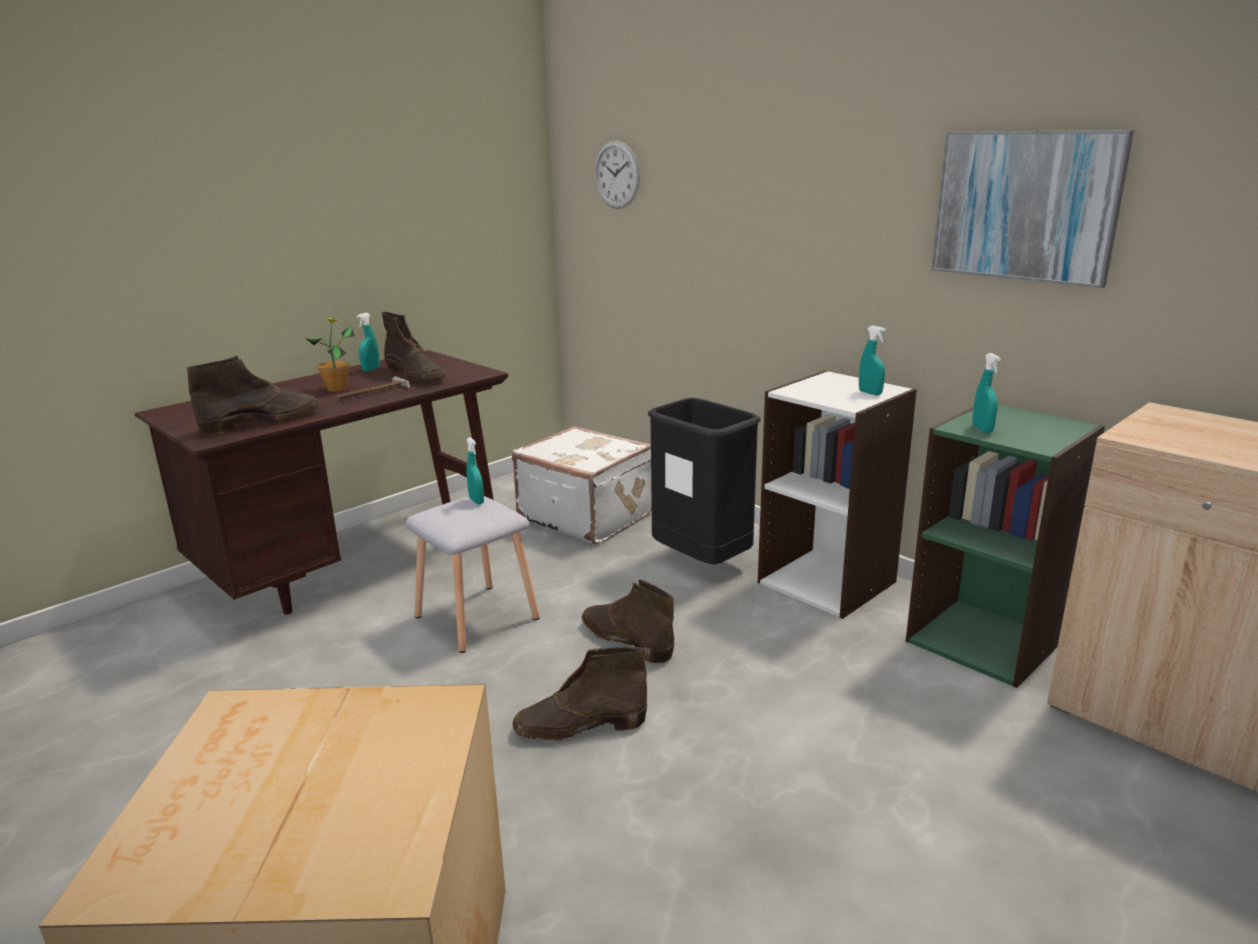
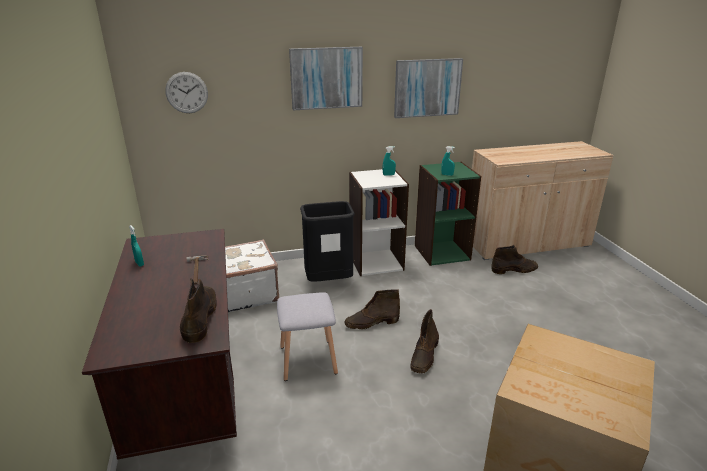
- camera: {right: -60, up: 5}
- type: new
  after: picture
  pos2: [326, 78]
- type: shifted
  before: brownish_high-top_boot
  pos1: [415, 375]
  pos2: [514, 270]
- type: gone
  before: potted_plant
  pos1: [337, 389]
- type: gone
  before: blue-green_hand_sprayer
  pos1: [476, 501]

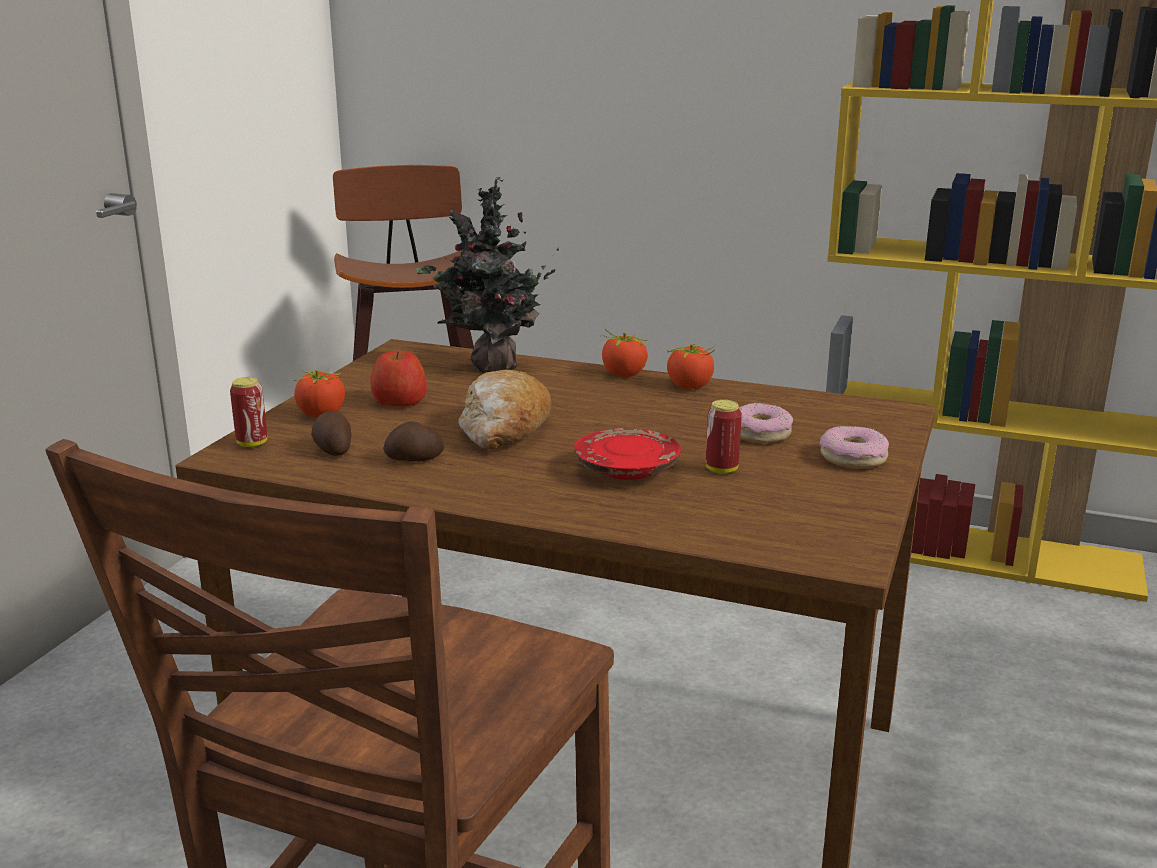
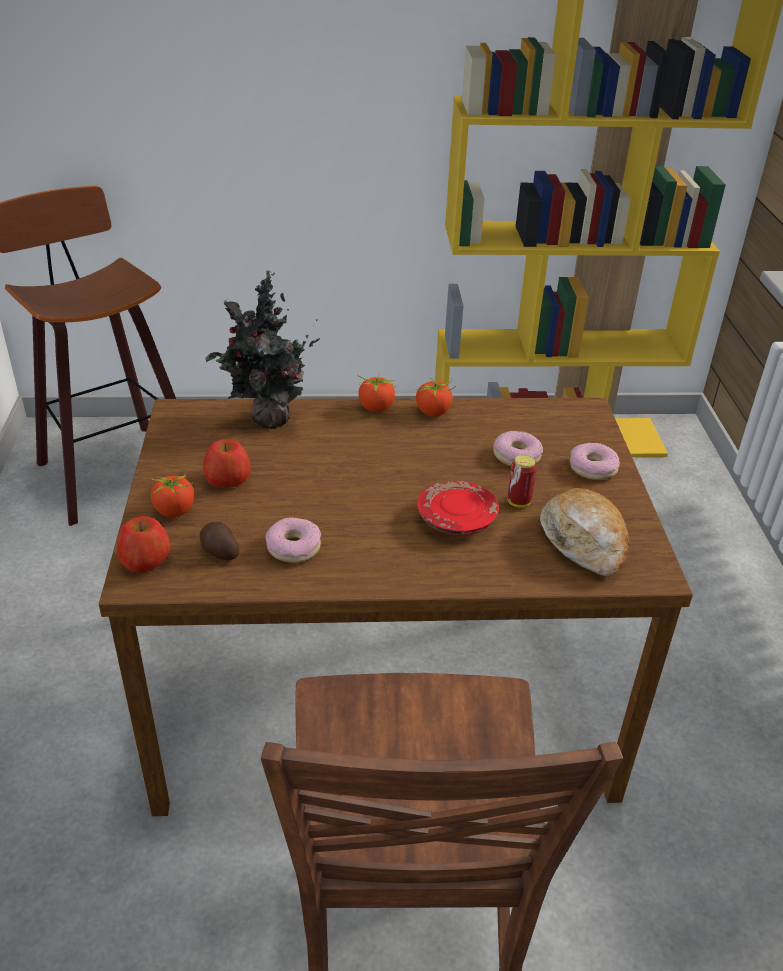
- camera: {right: -25, up: 15}
- type: swapped
  before: sealed_can
  after: apple
  pos1: [252, 443]
  pos2: [145, 561]
- type: swapped
  before: spud
  after: donut
  pos1: [415, 459]
  pos2: [294, 547]
- type: shifted
  before: bakery_bread
  pos1: [504, 429]
  pos2: [584, 542]

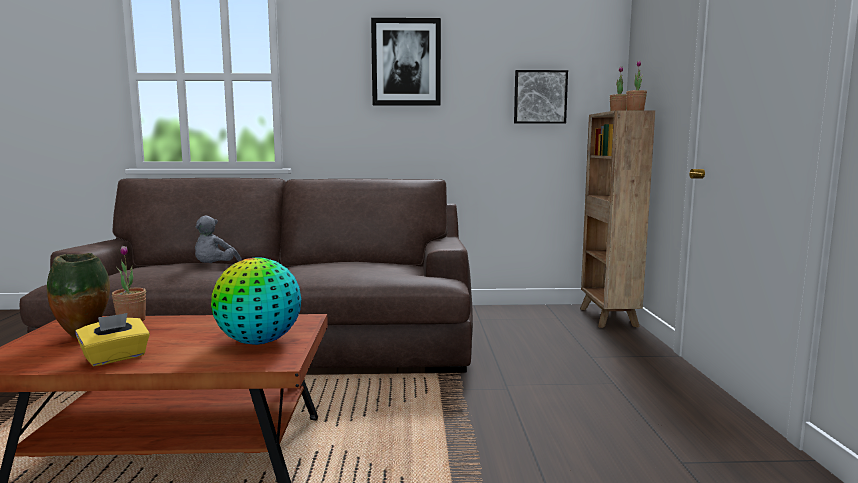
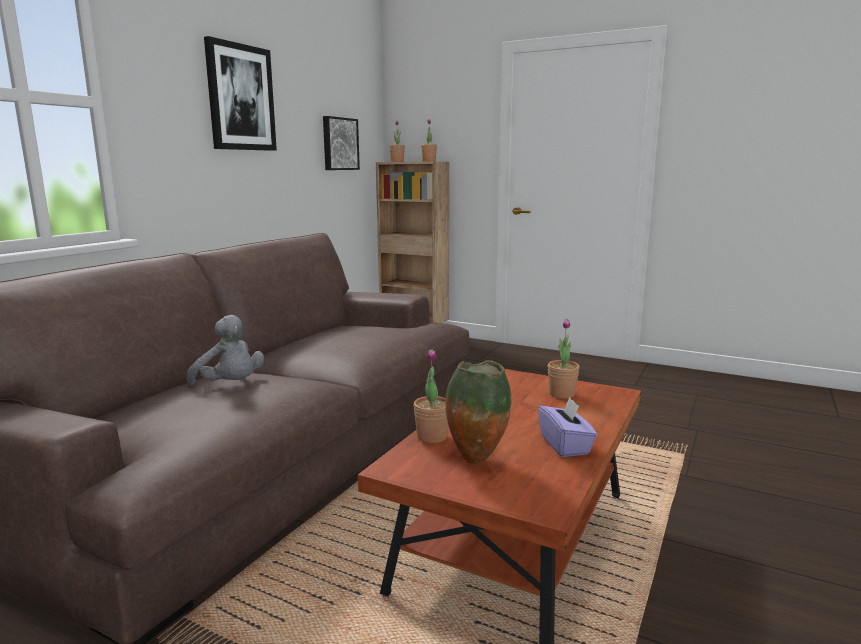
- camera: {right: -60, up: 5}
- type: repainted
  before: yellow_box_of_tissues
  after: purple-coloured_box_of_tissues
  pos1: [115, 358]
  pos2: [565, 445]
- type: swapped
  before: desk_globe
  after: potted_plant
  pos1: [259, 342]
  pos2: [562, 394]

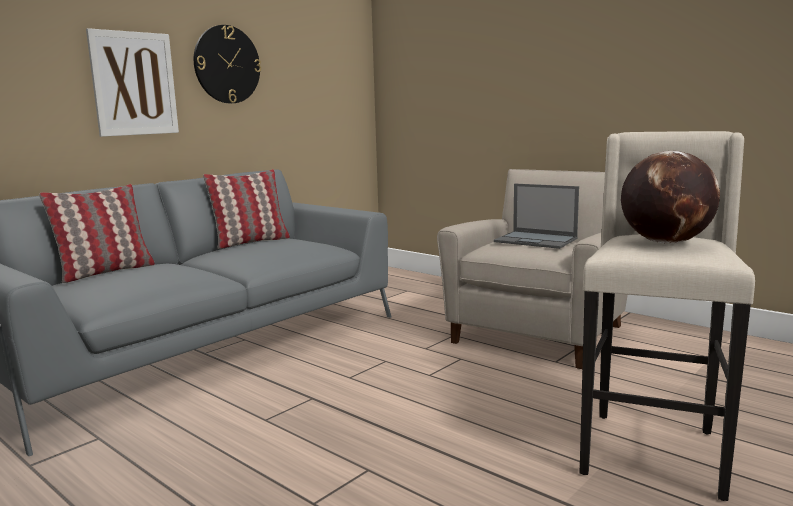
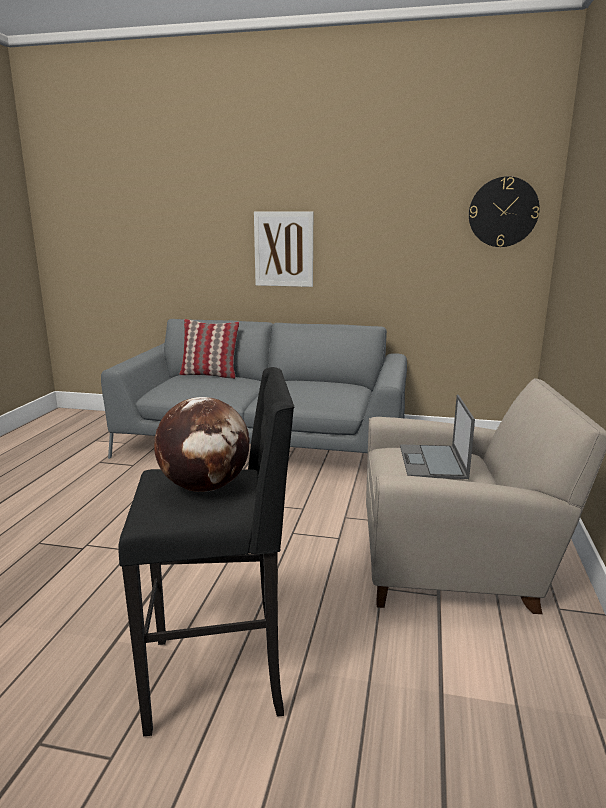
- camera: {right: 60, up: 5}
- type: repainted
  before: beige_sitting_stool
  after: black-coloured_sitting_stool
  pos1: [651, 451]
  pos2: [220, 678]
- type: shifted
  before: clock_on_the_wall
  pos1: [227, 64]
  pos2: [503, 212]
- type: gone
  before: cushion
  pos1: [250, 242]

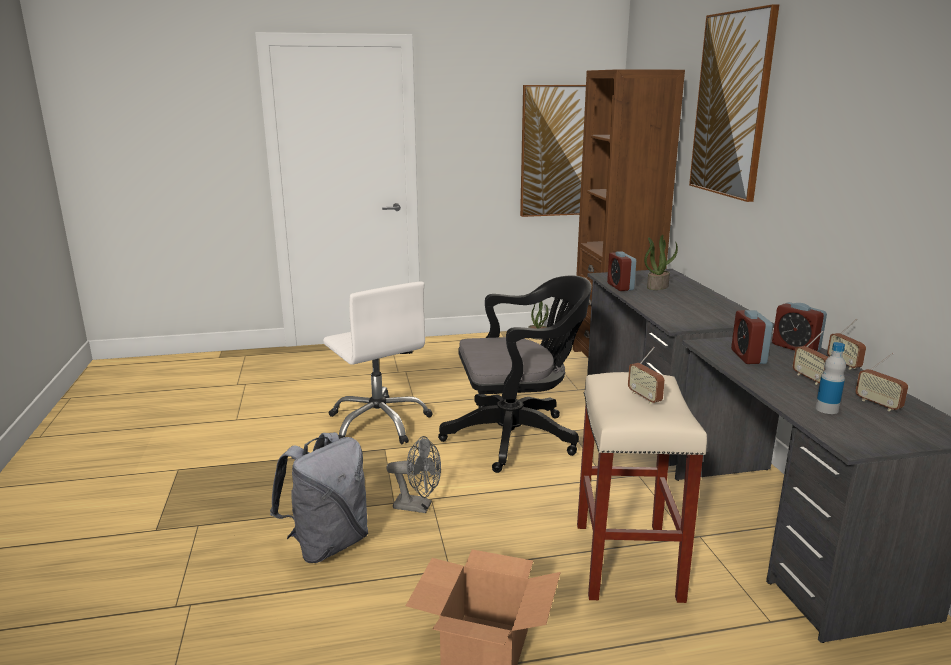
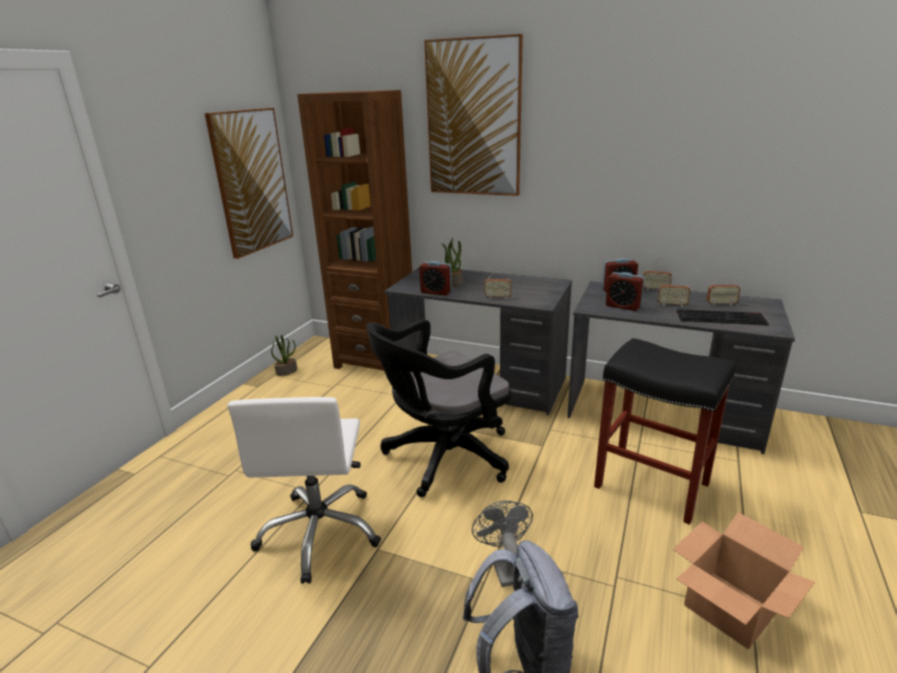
- camera: {right: -55, up: 5}
- type: rotated
  before: whitish_desk_chair
  pos1: [379, 423]
  pos2: [320, 532]
  turn: 90
- type: rotated
  before: black-coloured_desk_chair
  pos1: [517, 437]
  pos2: [442, 458]
  turn: -150
- type: rotated
  before: greyish_fan
  pos1: [418, 506]
  pos2: [503, 566]
  turn: -60
- type: shifted
  before: radio_receiver
  pos1: [644, 397]
  pos2: [498, 297]
- type: repainted
  before: beige_sitting_stool
  after: black-coloured_sitting_stool
  pos1: [626, 559]
  pos2: [649, 485]
- type: swapped
  before: bottle
  after: PC_keyboard
  pos1: [826, 409]
  pos2: [721, 317]

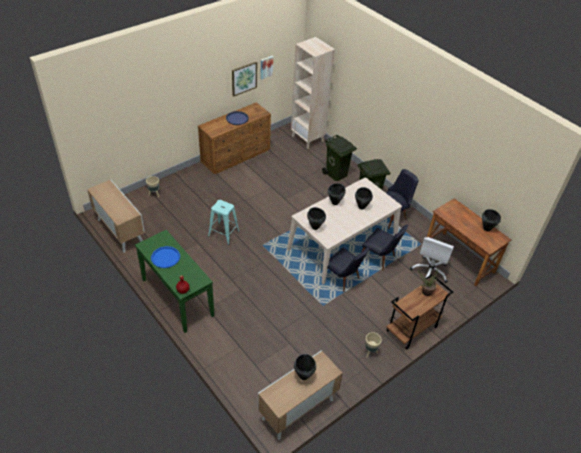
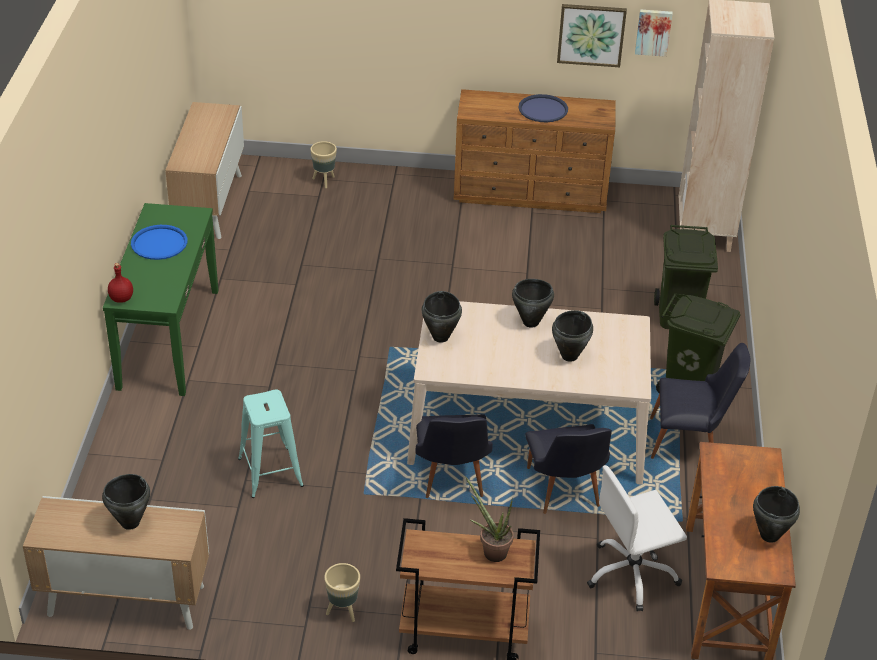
- camera: {right: 45, up: -5}
- type: shifted
  before: blue-green_sitting_stool
  pos1: [223, 233]
  pos2: [270, 472]

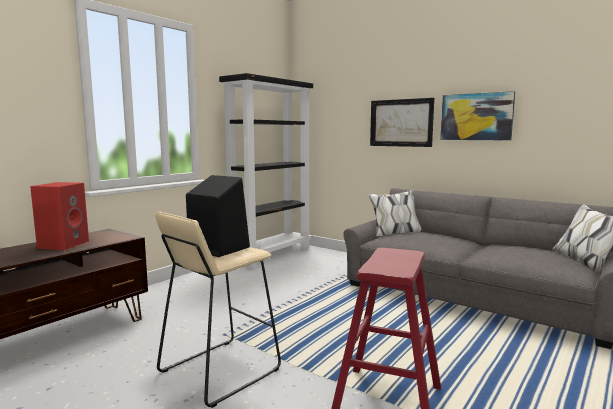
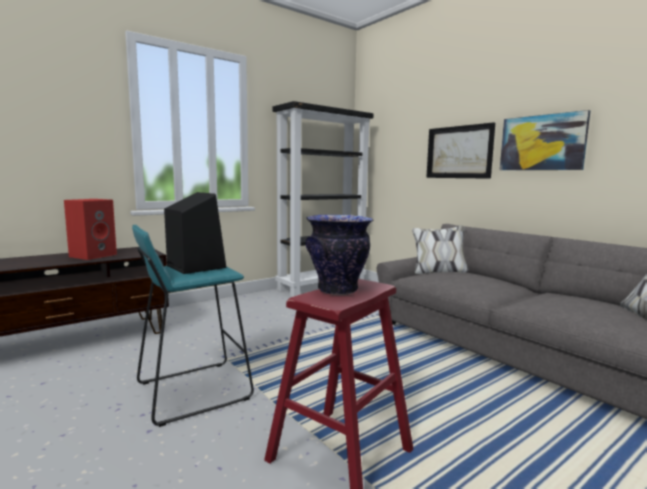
- camera: {right: 15, up: 0}
- type: repainted
  before: beige_sitting_stool
  after: blue-green_sitting_stool
  pos1: [218, 371]
  pos2: [192, 391]
- type: new
  after: vase
  pos2: [338, 290]

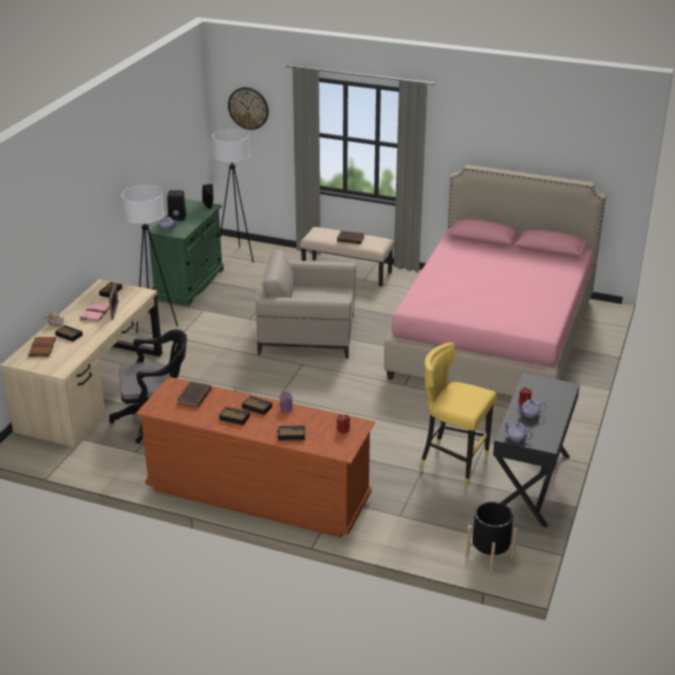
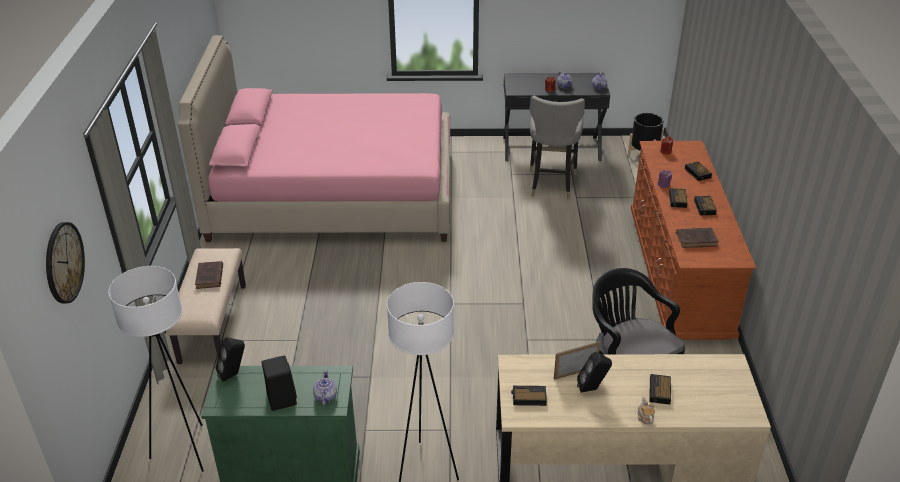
- camera: {right: -110, up: 5}
- type: repainted
  before: yellow_sitting_stool
  after: greyish_sitting_stool
  pos1: [453, 462]
  pos2: [551, 184]
- type: swapped
  before: pinkish_book
  after: black-coloured_speaker
  pos1: [95, 313]
  pos2: [592, 389]
- type: gone
  before: brownish_book
  pos1: [42, 348]
- type: gone
  before: beige_lounge_chair
  pos1: [307, 334]

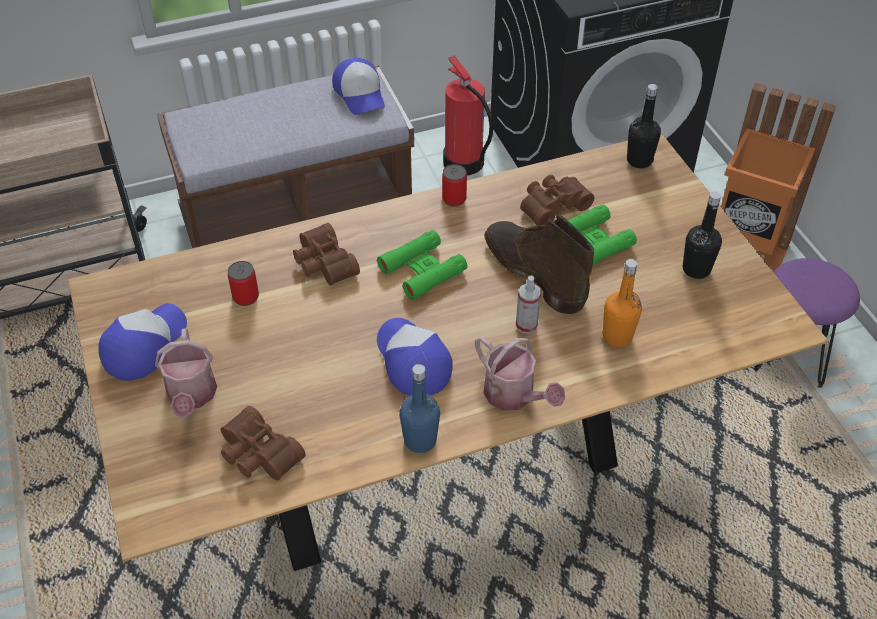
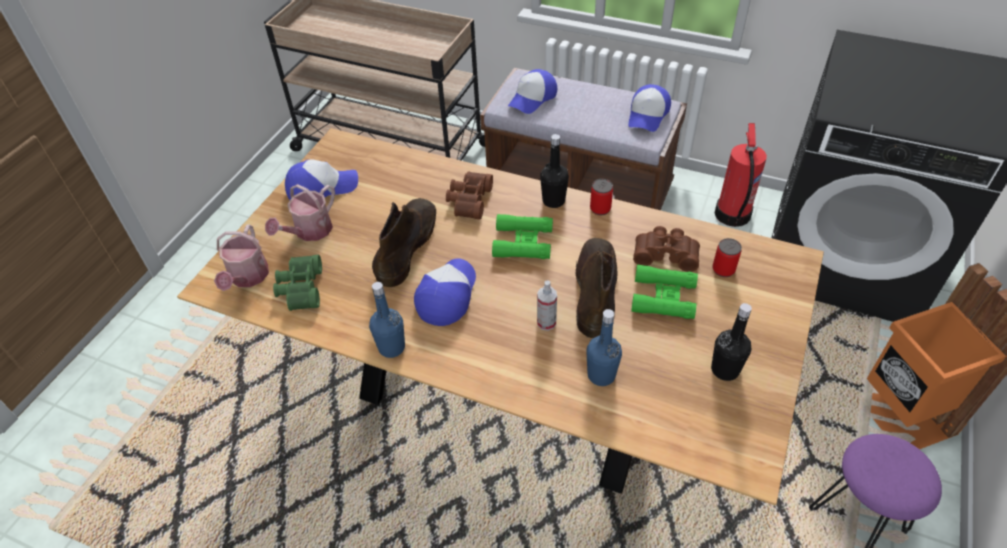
- camera: {right: 45, up: 0}
- type: shifted
  before: sprinkling_can
  pos1: [514, 396]
  pos2: [247, 278]
- type: repainted
  before: brownish_binoculars
  after: greenish_binoculars
  pos1: [257, 455]
  pos2: [300, 289]
- type: new
  after: brownish_high-top_boot
  pos2: [407, 245]
- type: new
  after: peaked_cap
  pos2: [533, 98]
- type: shifted
  before: black-coloured_bottle
  pos1: [639, 160]
  pos2: [553, 201]
- type: repainted
  before: orange-coloured_bottle
  after: blue-coloured_bottle
  pos1: [617, 336]
  pos2: [601, 375]
- type: shifted
  before: sealed_can
  pos1: [246, 297]
  pos2: [723, 269]

